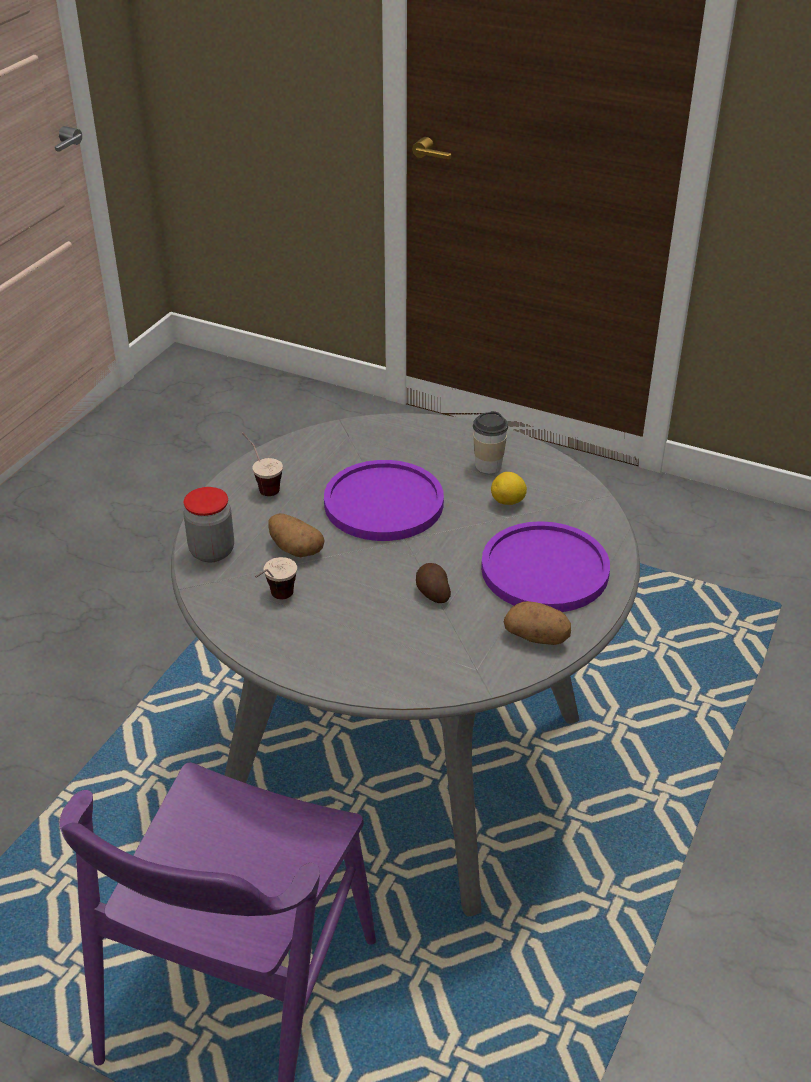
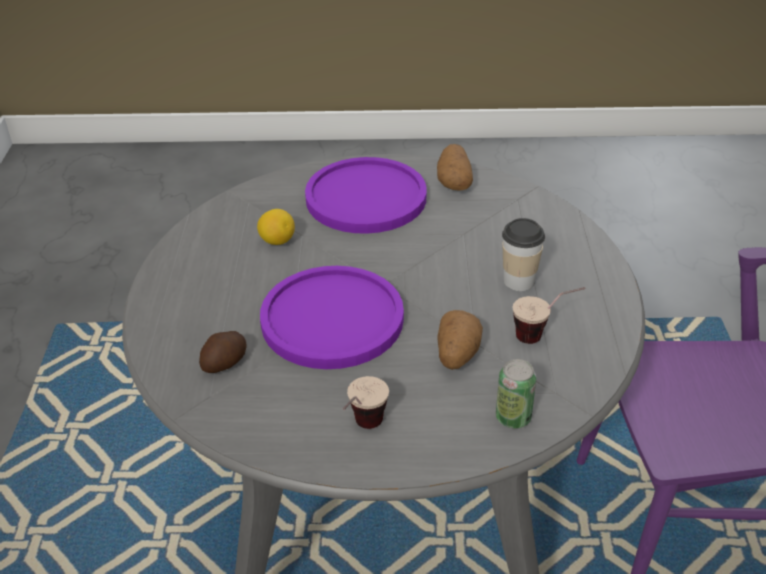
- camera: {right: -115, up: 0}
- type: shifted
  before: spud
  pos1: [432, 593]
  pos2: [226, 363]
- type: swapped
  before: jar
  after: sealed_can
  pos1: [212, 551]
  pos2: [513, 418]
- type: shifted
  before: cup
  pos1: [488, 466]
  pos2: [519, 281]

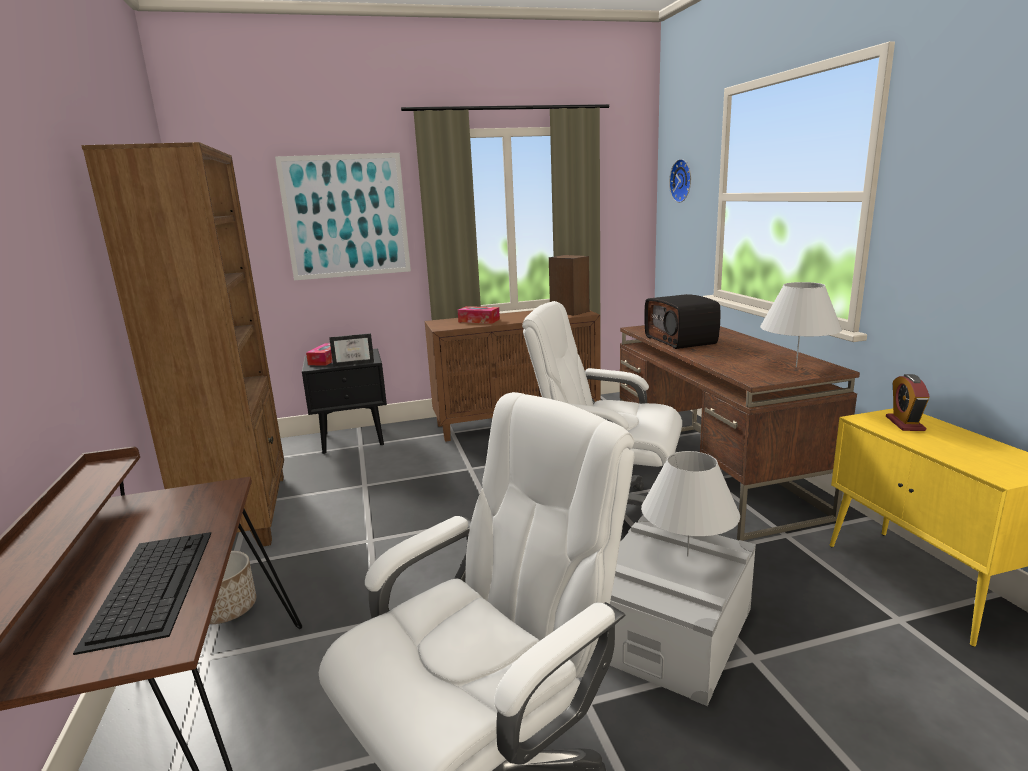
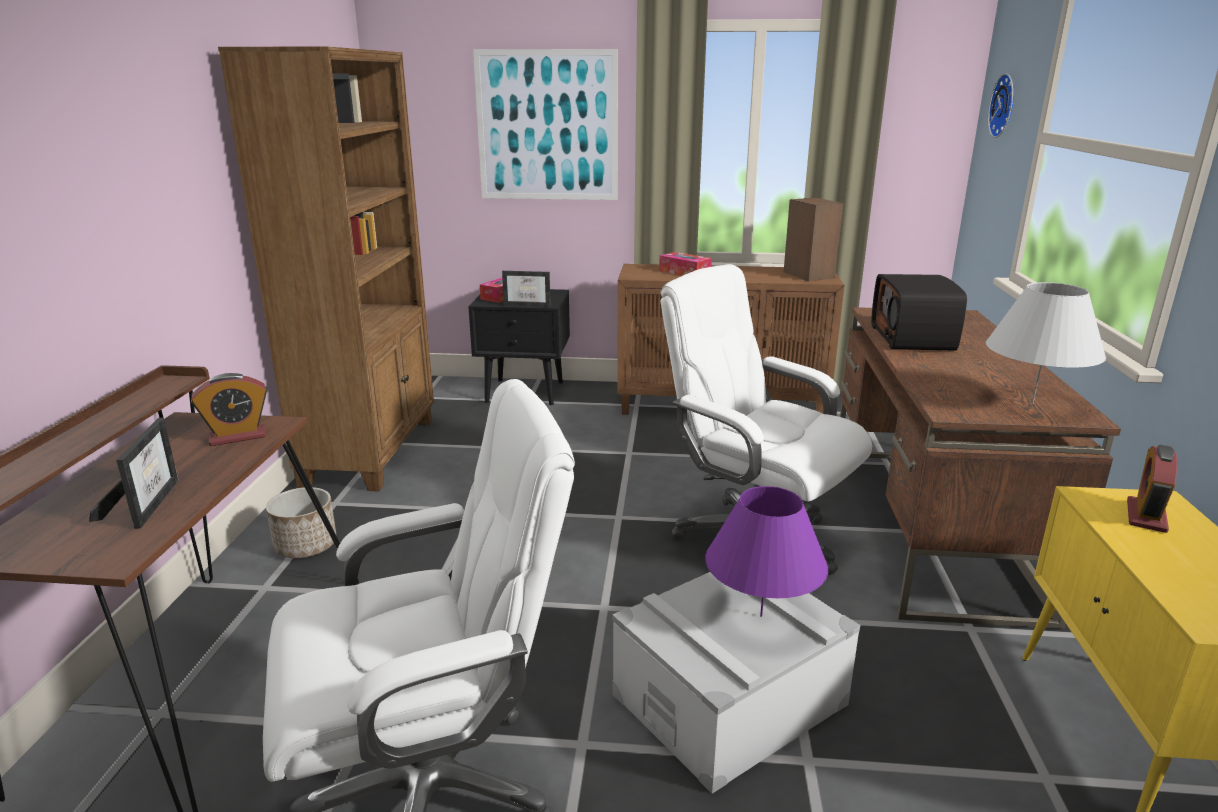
- camera: {right: 20, up: 5}
- type: swapped
  before: PC_keyboard
  after: picture_frame
  pos1: [152, 584]
  pos2: [147, 503]
- type: new
  after: bedside_clock
  pos2: [237, 436]
- type: repainted
  before: whitish_tabletop_lamp
  after: purple-coloured_tabletop_lamp
  pos1: [687, 556]
  pos2: [761, 616]

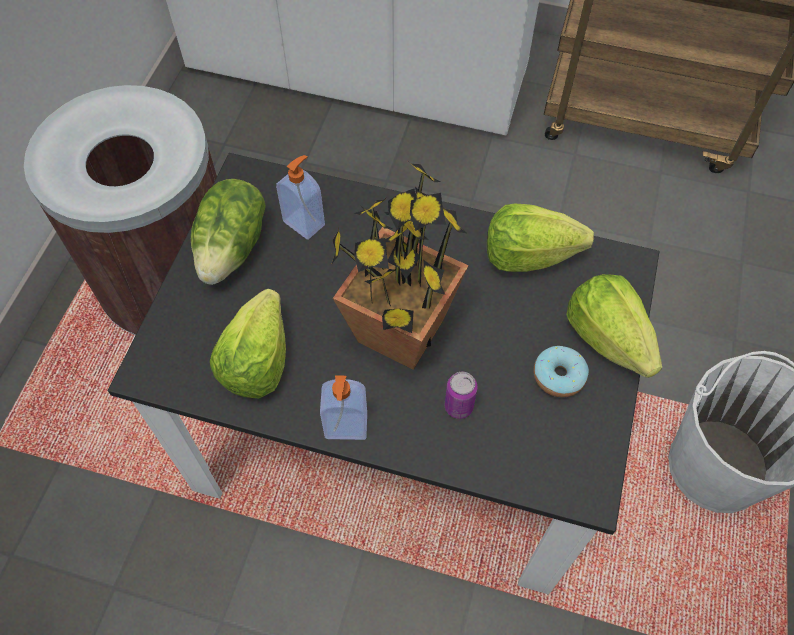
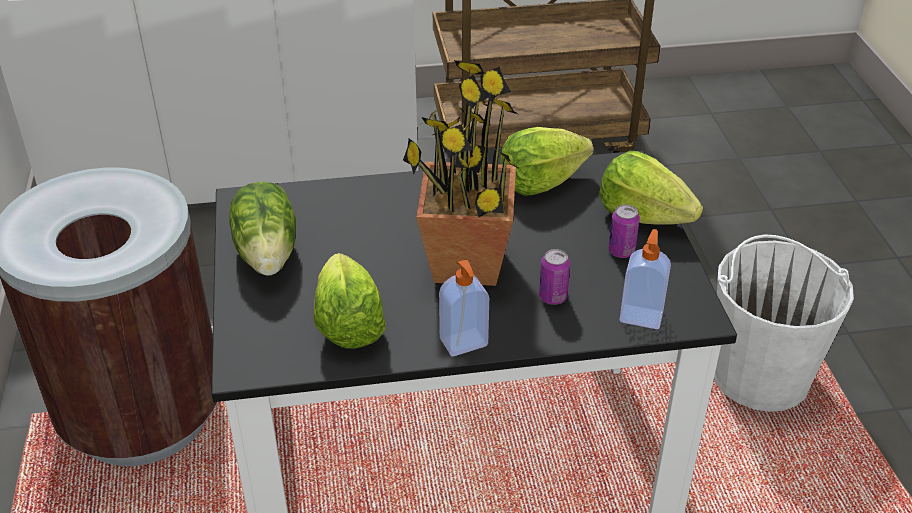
- camera: {right: -25, up: -20}
- type: swapped
  before: donut
  after: sealed_can
  pos1: [558, 376]
  pos2: [621, 251]
- type: shifted
  before: soap_dispenser
  pos1: [305, 222]
  pos2: [641, 316]

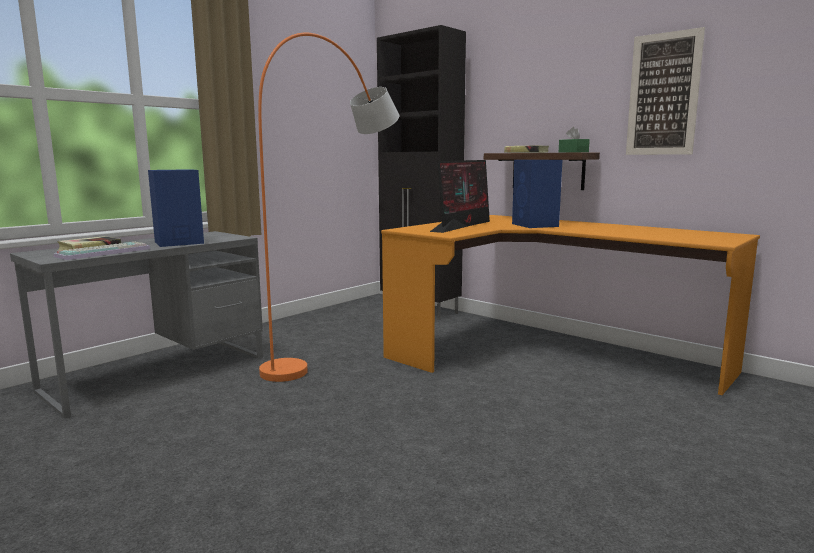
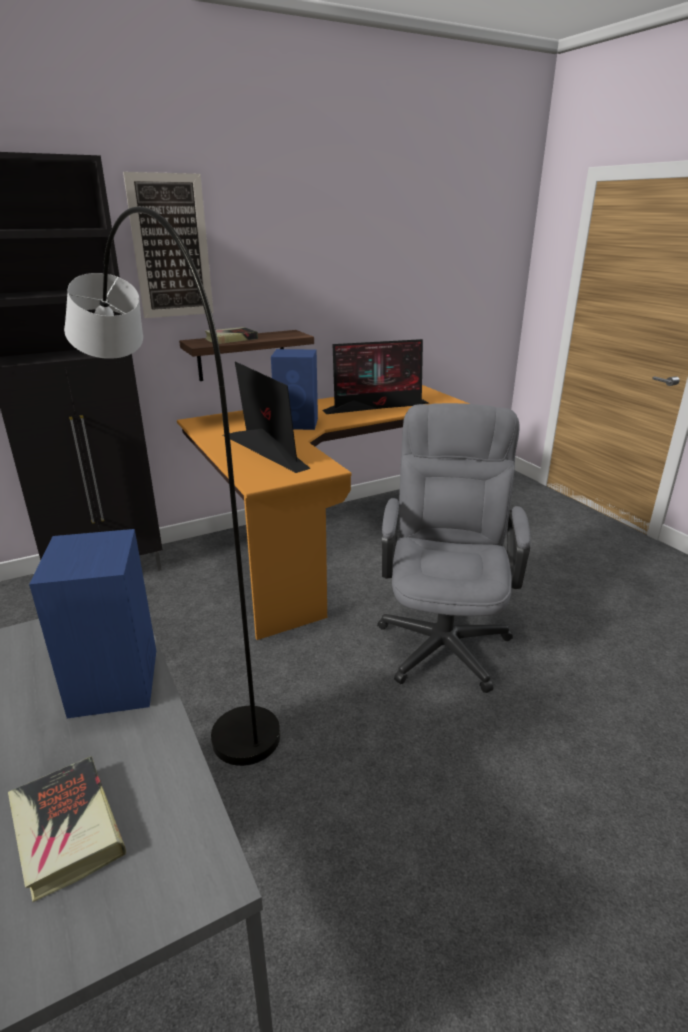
- camera: {right: -70, up: 15}
- type: repainted
  before: orange-coloured_floor_lamp
  after: greyish_floor_lamp
  pos1: [340, 347]
  pos2: [191, 669]
- type: shifted
  before: picture
  pos1: [663, 94]
  pos2: [171, 247]
- type: new
  after: computer_display
  pos2: [378, 406]
- type: new
  after: greyish_desk_chair
  pos2: [444, 636]
- type: gone
  before: PC_keyboard
  pos1: [104, 252]
- type: gone
  before: greenish_box_of_tissues
  pos1: [573, 152]

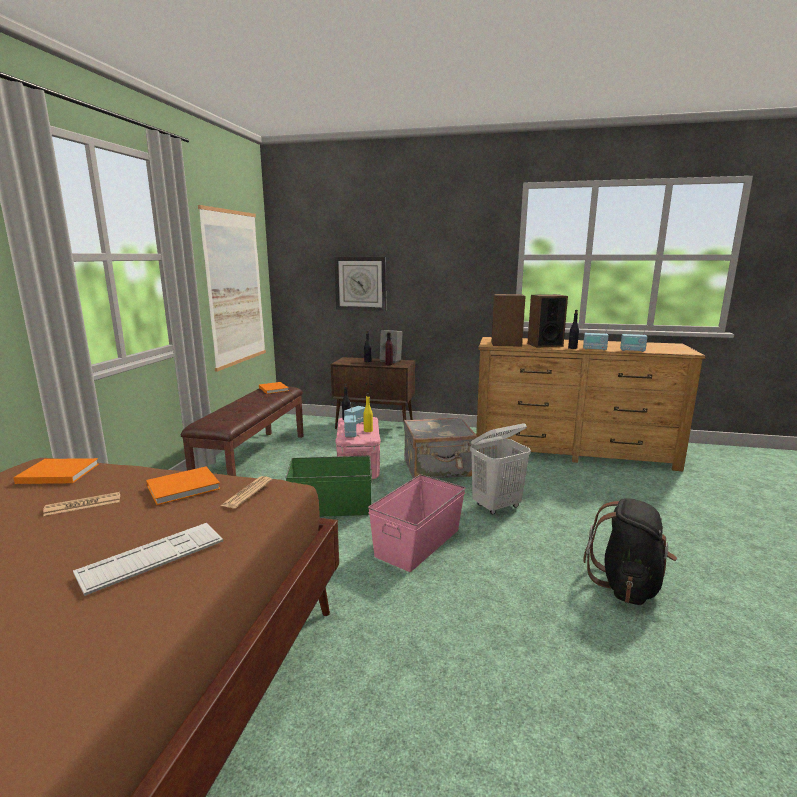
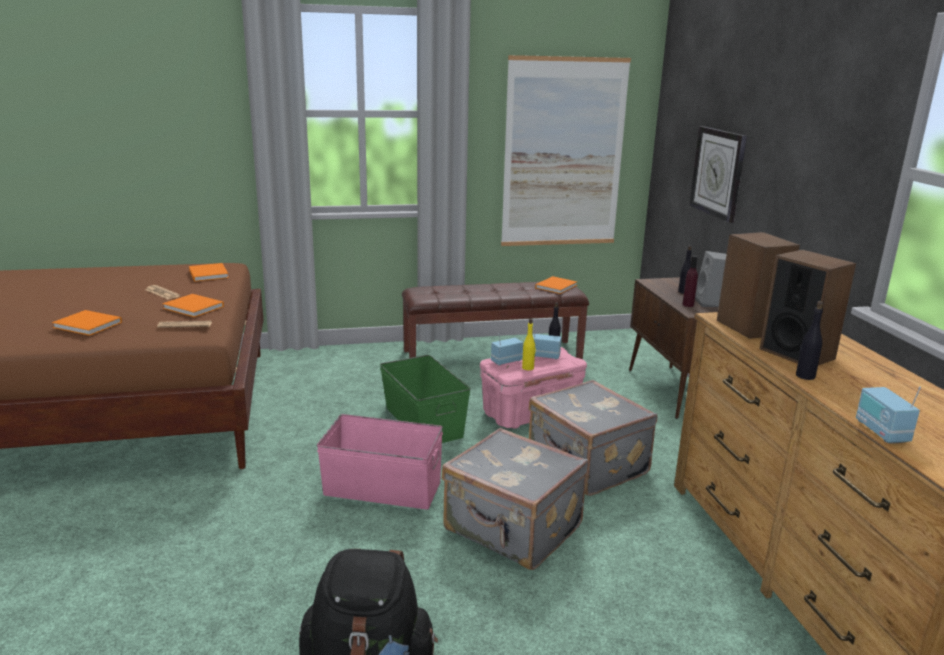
- camera: {right: 65, up: 5}
- type: swapped
  before: PC_keyboard
  after: orange-coloured_book
  pos1: [152, 557]
  pos2: [89, 325]
- type: swapped
  before: whitish_washing_basket
  after: greyish_suitcase
  pos1: [497, 506]
  pos2: [512, 529]
- type: gone
  before: radio_receiver
  pos1: [594, 349]

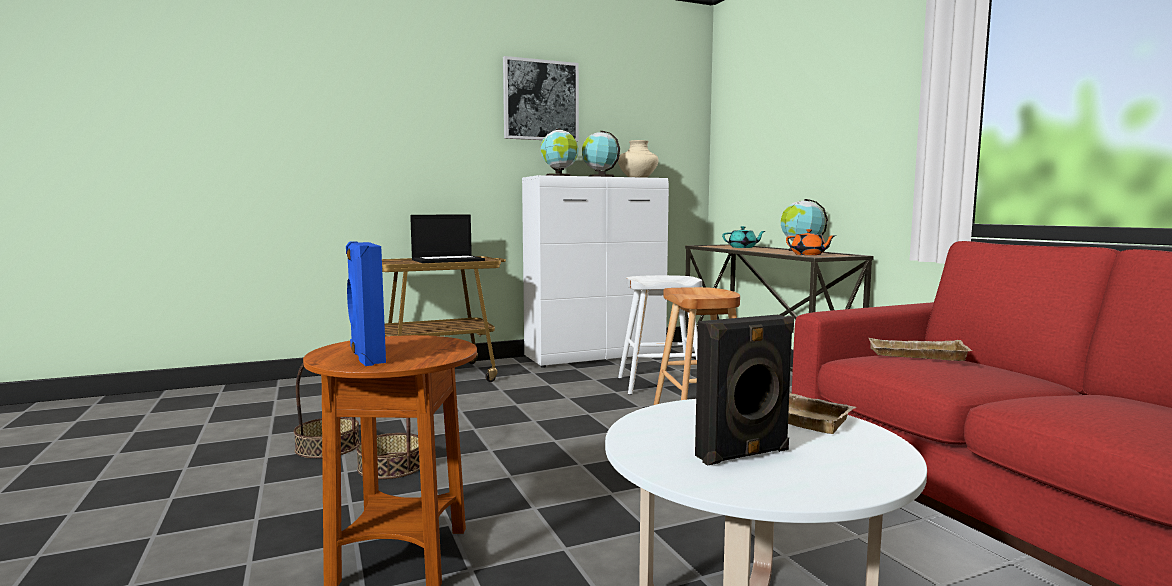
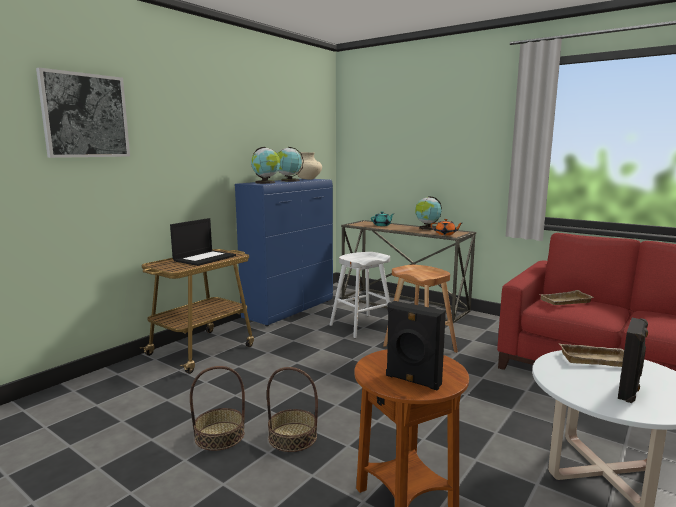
- camera: {right: -30, up: 5}
- type: shifted
  before: picture
  pos1: [540, 100]
  pos2: [85, 115]
- type: repainted
  before: whitish_cupboard
  after: blue-coloured_cupboard
  pos1: [596, 357]
  pos2: [290, 309]
- type: repainted
  before: blue-coloured_speaker
  after: black-coloured_speaker
  pos1: [366, 356]
  pos2: [412, 381]

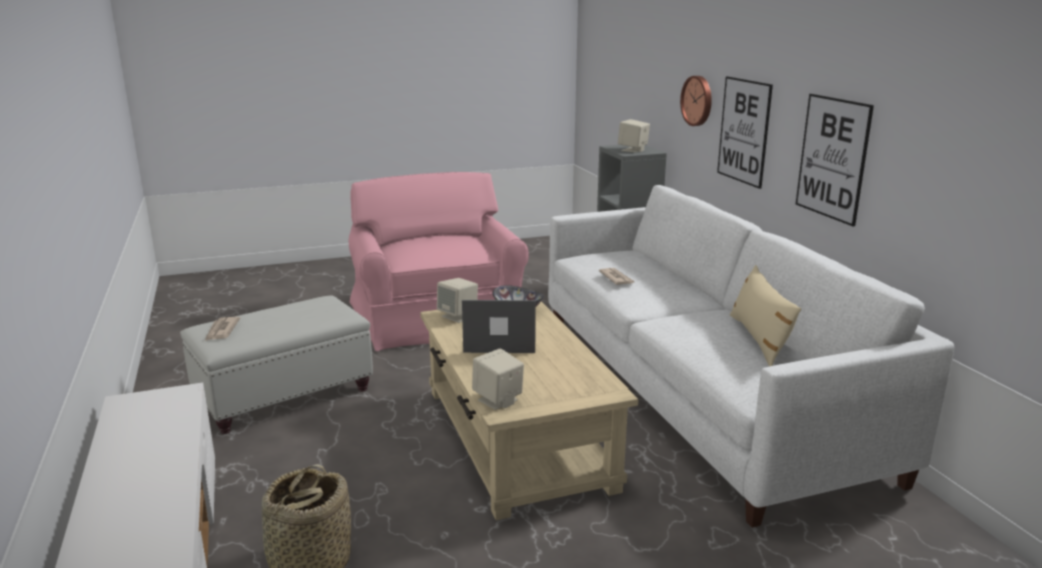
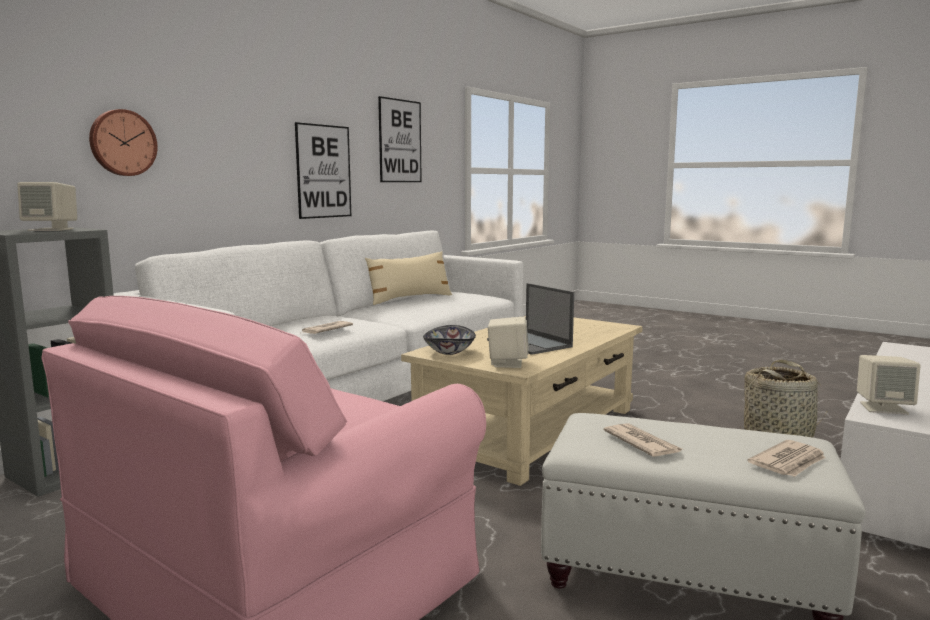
- camera: {right: -125, up: -10}
- type: shifted
  before: picture
  pos1: [744, 131]
  pos2: [400, 141]
- type: new
  after: daily_paper
  pos2: [642, 443]
- type: shifted
  before: beige_speaker
  pos1: [498, 400]
  pos2: [883, 408]

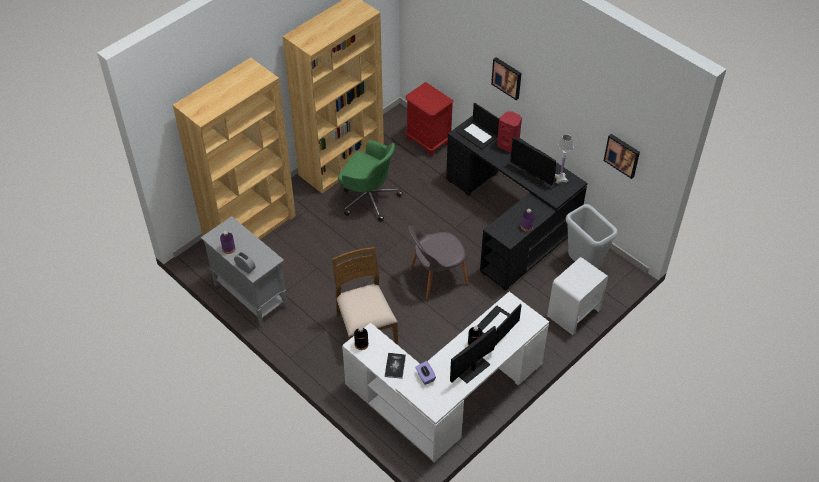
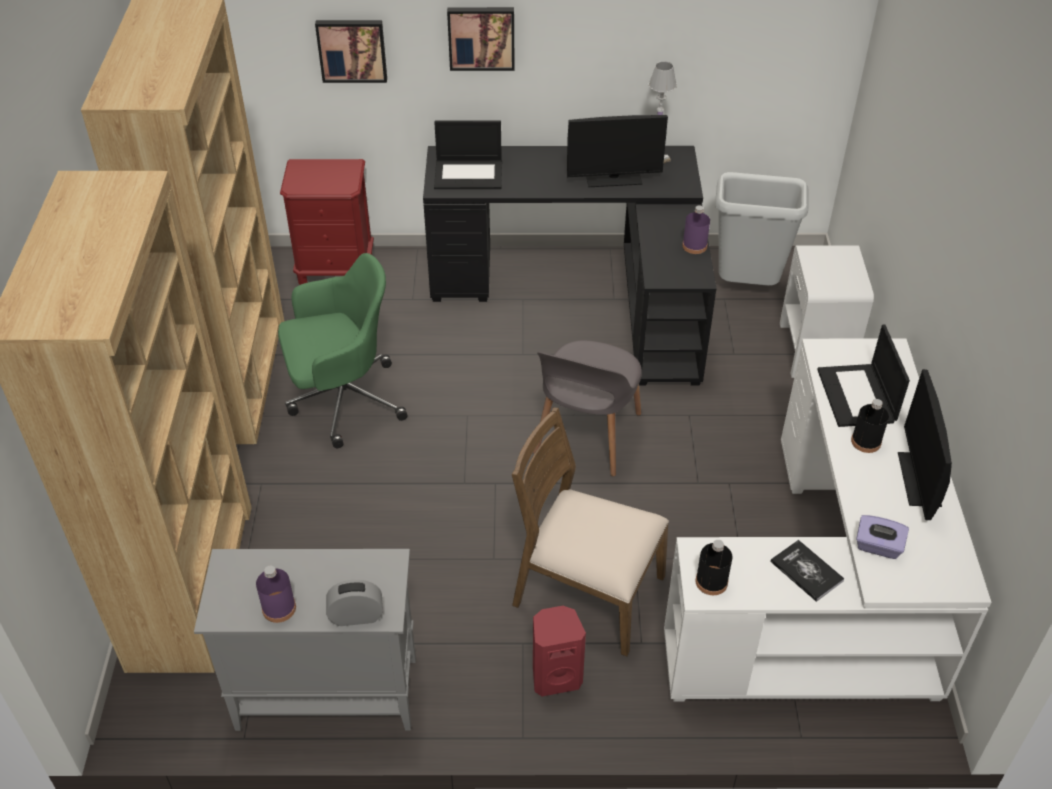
- camera: {right: -45, up: -5}
- type: shifted
  before: picture
  pos1: [622, 155]
  pos2: [352, 49]
- type: shifted
  before: red-coloured_speaker
  pos1: [508, 145]
  pos2: [555, 676]

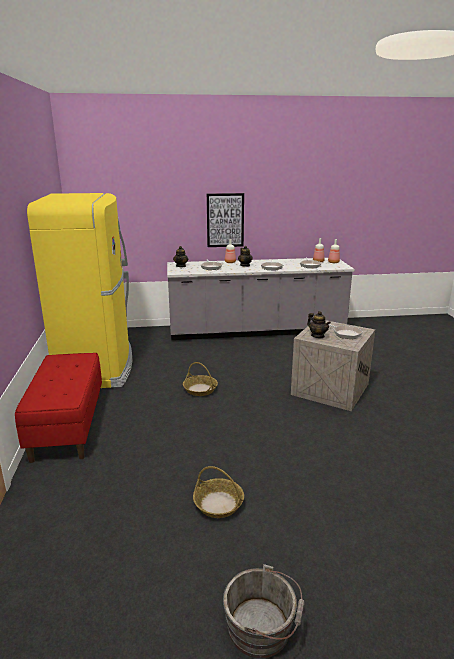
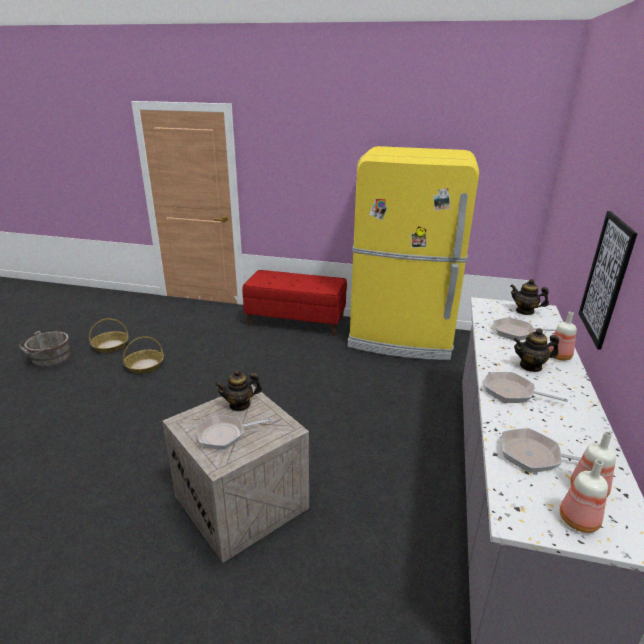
- camera: {right: 110, up: 5}
- type: shifted
  before: household_basket
  pos1: [200, 389]
  pos2: [111, 346]

